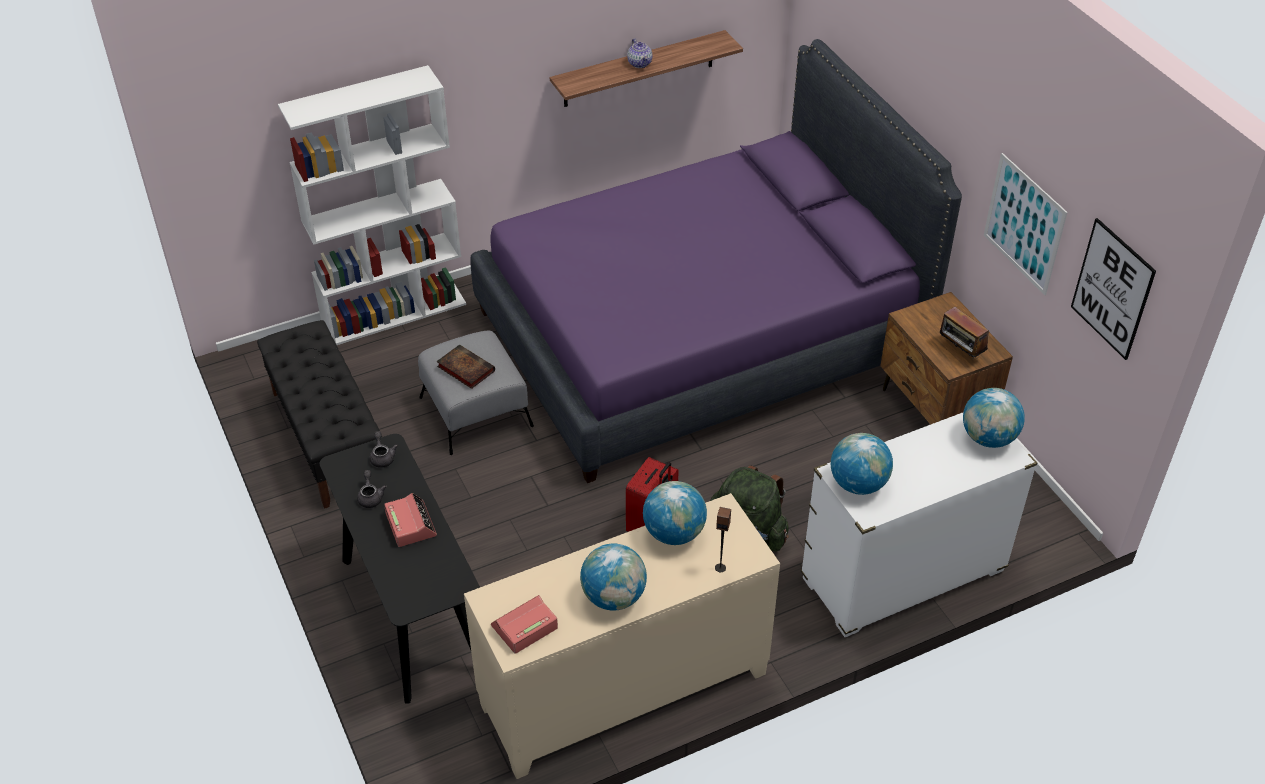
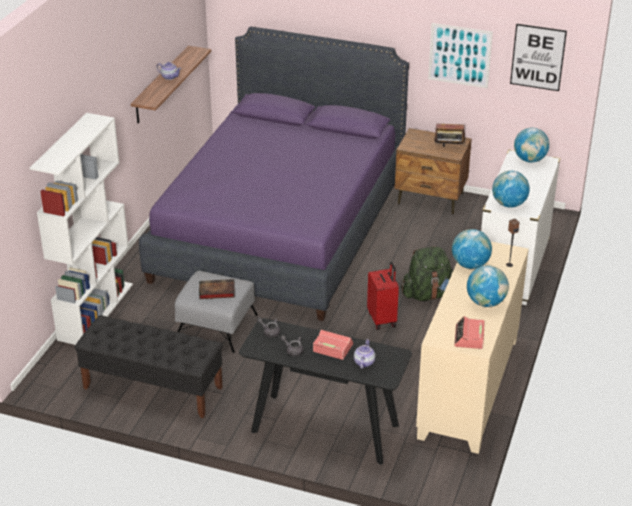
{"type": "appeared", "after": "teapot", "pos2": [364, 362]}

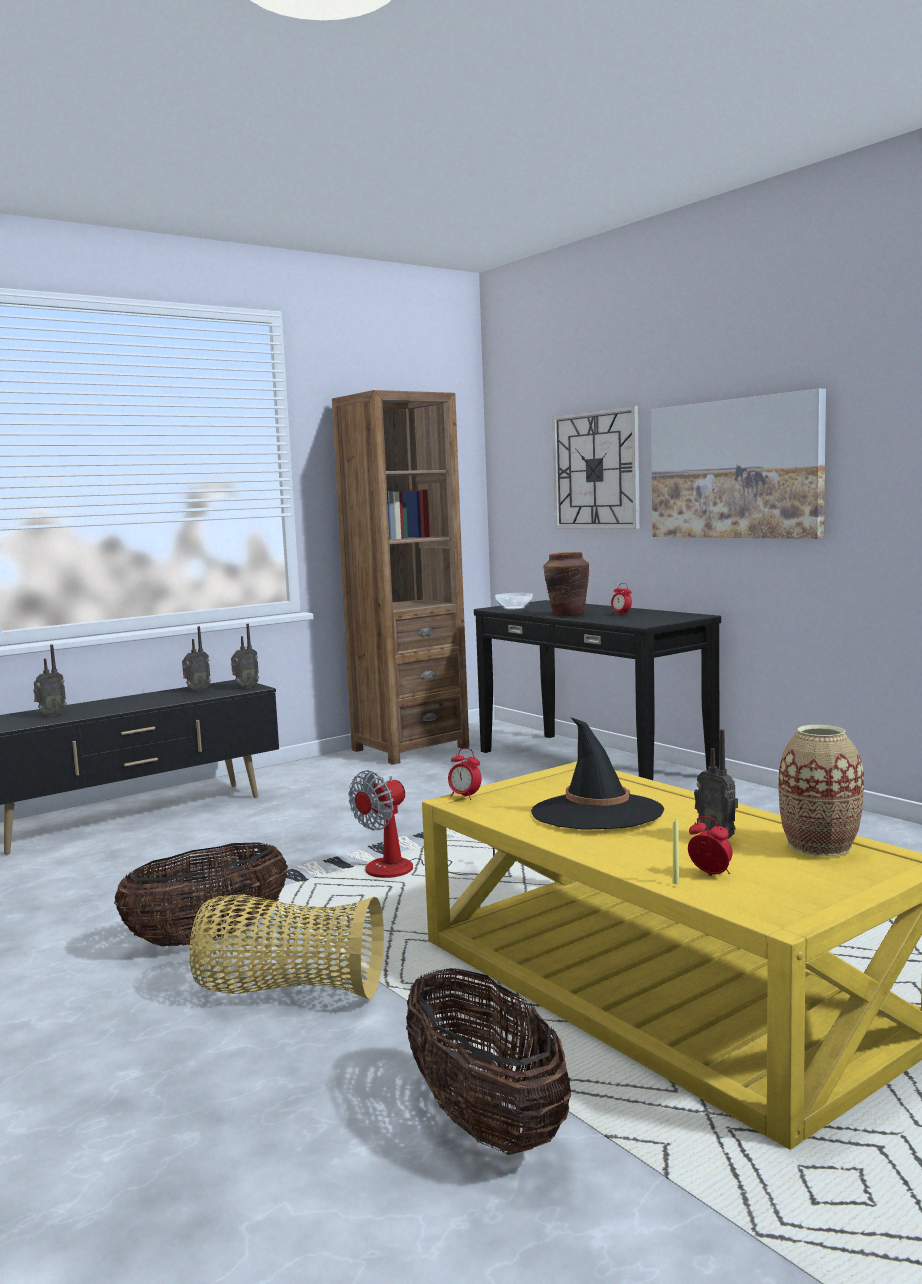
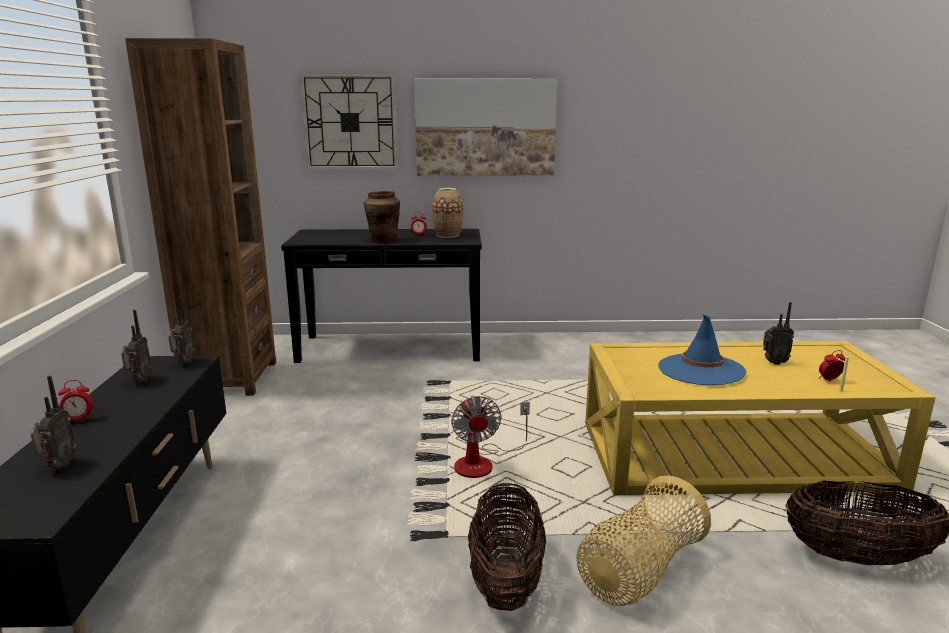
{"type": "relocated", "before": "alarm_clock", "pos1": [464, 797], "pos2": [79, 420]}
{"type": "missing", "before": "deep_dish", "pos1": [514, 608]}
{"type": "colour", "before": "black-coloured_clothing_hat", "after": "bluish_clothing_hat", "pos1": [596, 812], "pos2": [700, 370]}
{"type": "relocated", "before": "vase", "pos1": [819, 845], "pos2": [447, 235]}

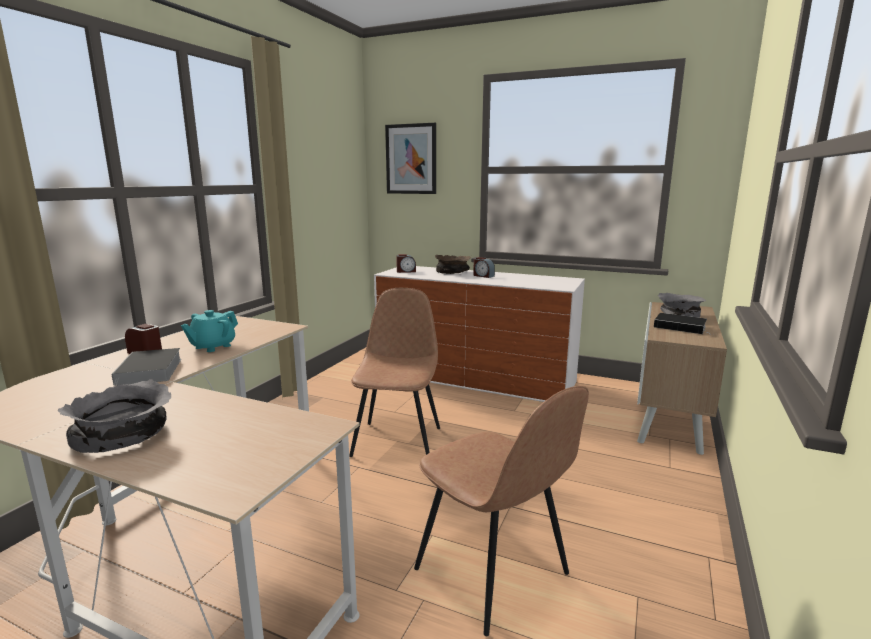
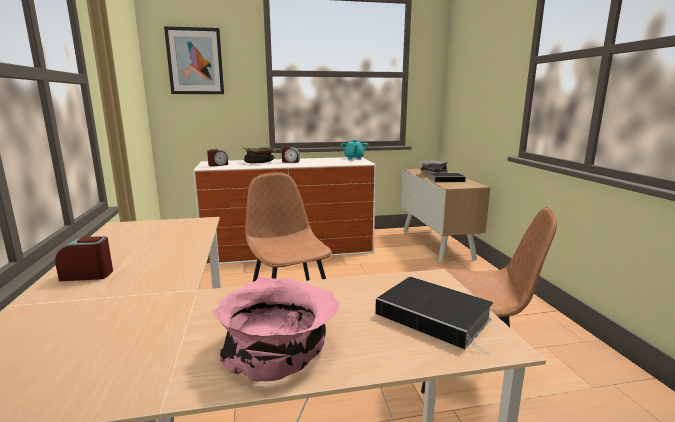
{"type": "colour", "before": "gray_deep_dish", "after": "pink_deep_dish", "pos1": [125, 435], "pos2": [279, 347]}
{"type": "relocated", "before": "volume", "pos1": [150, 372], "pos2": [436, 317]}
{"type": "relocated", "before": "turquoise_teapot", "pos1": [212, 346], "pos2": [354, 158]}

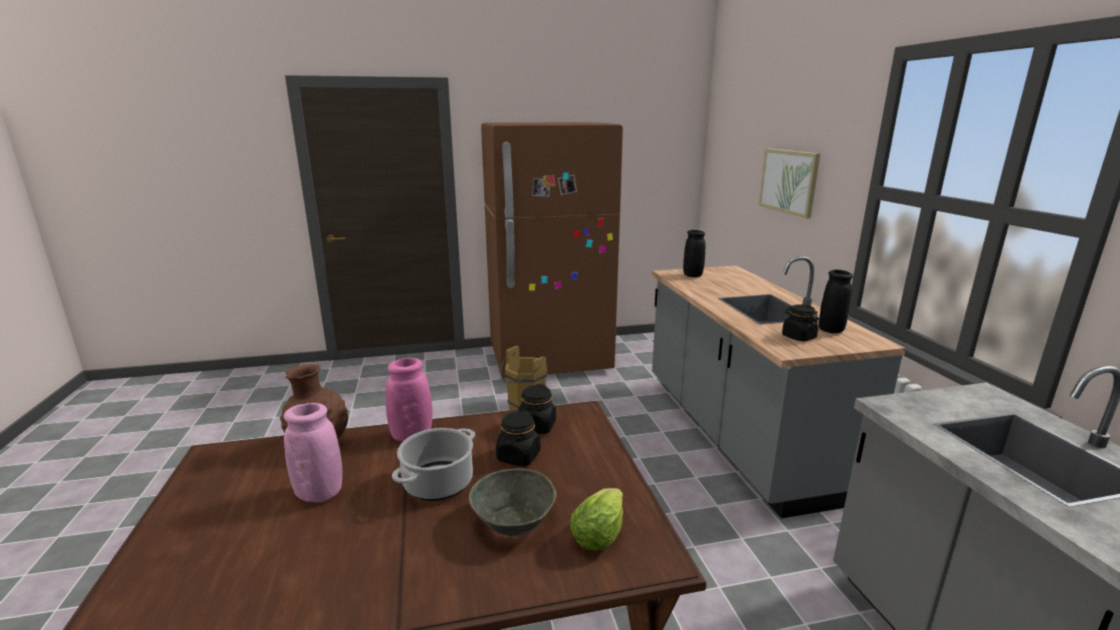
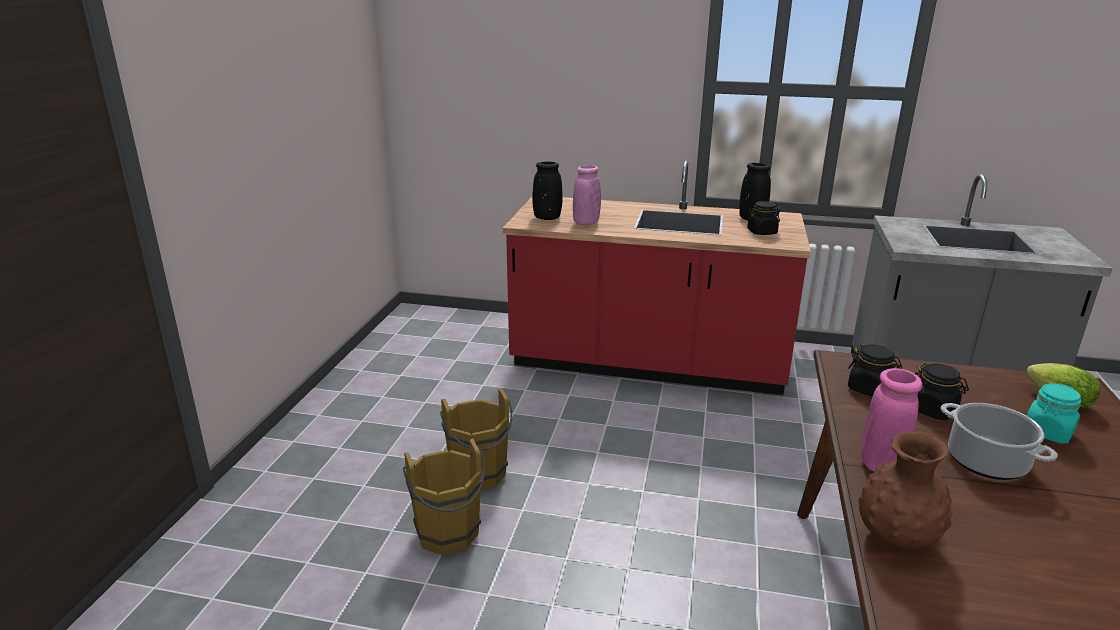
{"type": "relocated", "before": "pink_vase", "pos1": [319, 493], "pos2": [586, 223]}
{"type": "exchanged", "before": "gray_deep_dish", "after": "turquoise_jar", "pos1": [515, 522], "pos2": [1047, 432]}
{"type": "missing", "before": "brownish_fridge", "pos1": [550, 360]}
{"type": "colour", "before": "gray_counter", "after": "red-coloured_counter", "pos1": [737, 434], "pos2": [647, 363]}
{"type": "missing", "before": "wall_picture", "pos1": [789, 181]}
{"type": "appeared", "after": "brownish_water_bucket", "pos2": [449, 537]}

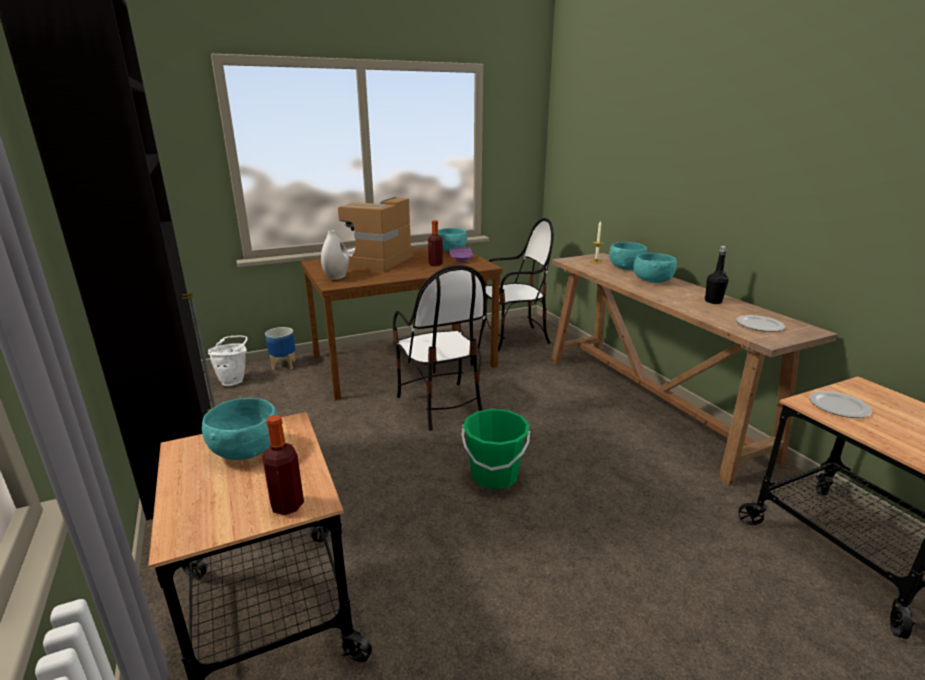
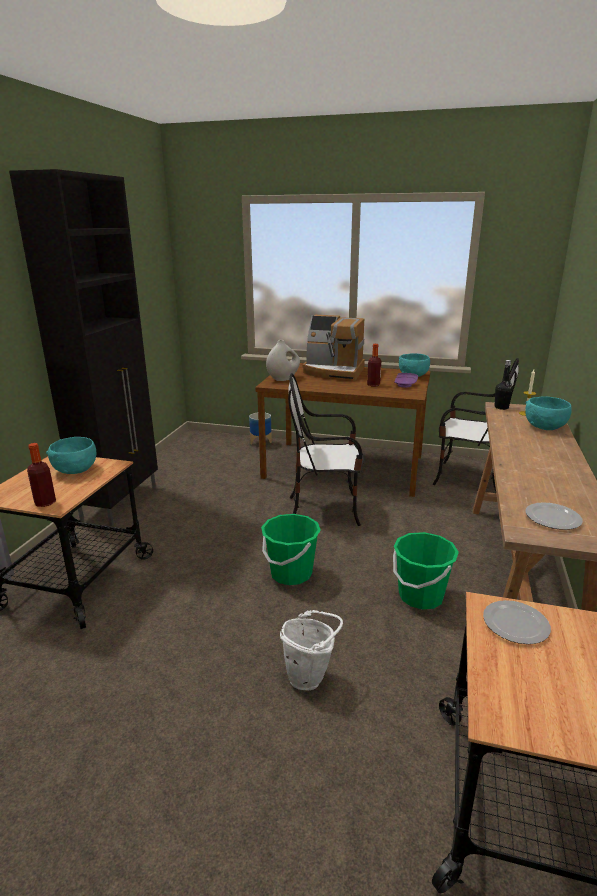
{"type": "relocated", "before": "white-coloured_water_bucket", "pos1": [234, 380], "pos2": [310, 677]}
{"type": "spun", "before": "coffee_maker", "pos1": [374, 260], "pos2": [334, 372], "turn": -135}
{"type": "spun", "before": "plain_chair", "pos1": [440, 405], "pos2": [325, 509], "turn": 75}
{"type": "missing", "before": "turquoise_deep_dish", "pos1": [652, 281]}
{"type": "relocated", "before": "black-coloured_beverage_bottle", "pos1": [713, 301], "pos2": [501, 407]}
{"type": "appeared", "after": "greenish_water_bucket", "pos2": [420, 596]}

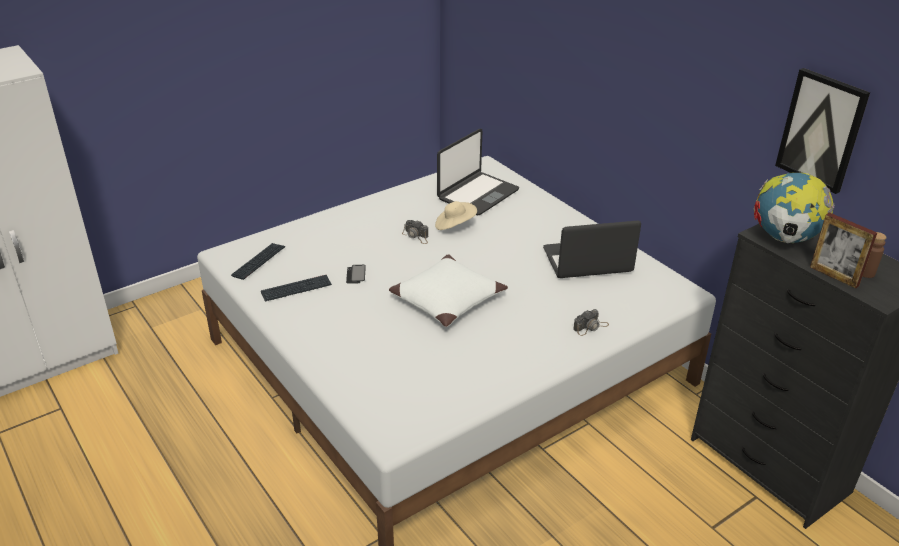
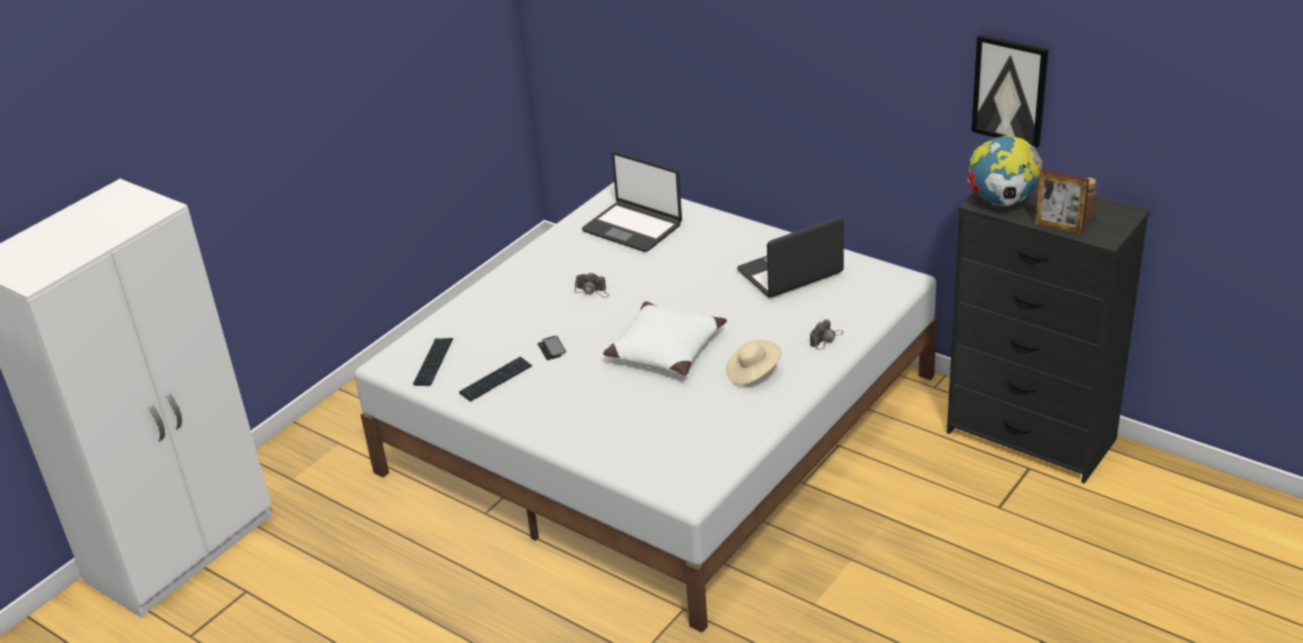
{"type": "relocated", "before": "beige_clothing_hat", "pos1": [454, 225], "pos2": [753, 373]}
{"type": "spun", "before": "laptop", "pos1": [477, 194], "pos2": [633, 227], "turn": 105}

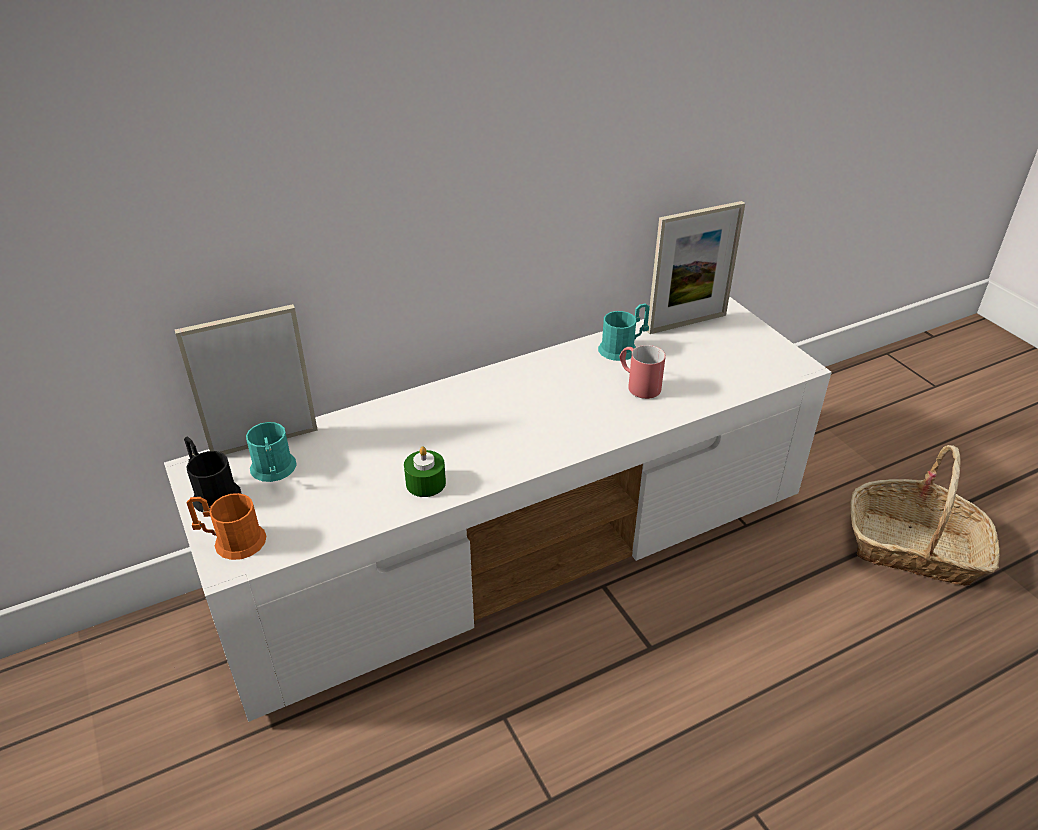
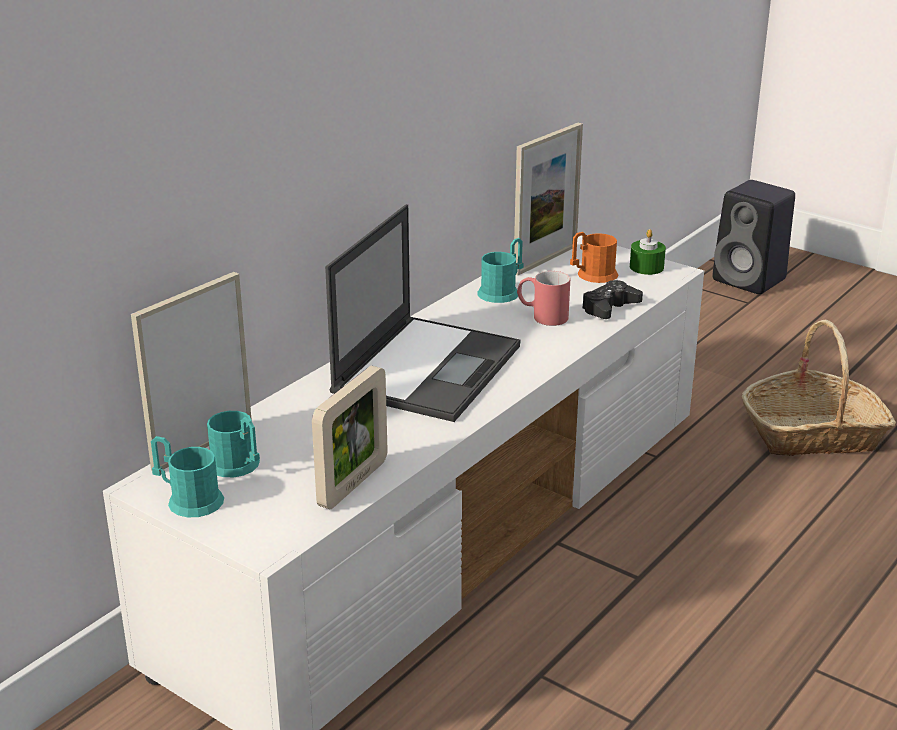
{"type": "colour", "before": "black-coloured_coffee_mug", "after": "turquoise_coffee_mug", "pos1": [212, 492], "pos2": [188, 499]}
{"type": "relocated", "before": "orange-coloured_coffee_mug", "pos1": [232, 541], "pos2": [592, 275]}
{"type": "relocated", "before": "greenish_wax_candle", "pos1": [425, 483], "pos2": [646, 267]}
{"type": "appeared", "after": "photo_frame", "pos2": [353, 483]}
{"type": "appeared", "after": "laptop", "pos2": [428, 367]}
{"type": "appeared", "after": "black-coloured_game_controller", "pos2": [609, 307]}
{"type": "appeared", "after": "black-coloured_audio_speaker", "pos2": [751, 280]}

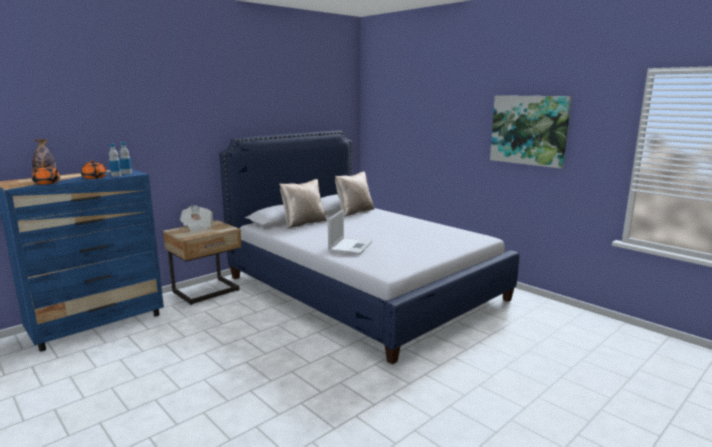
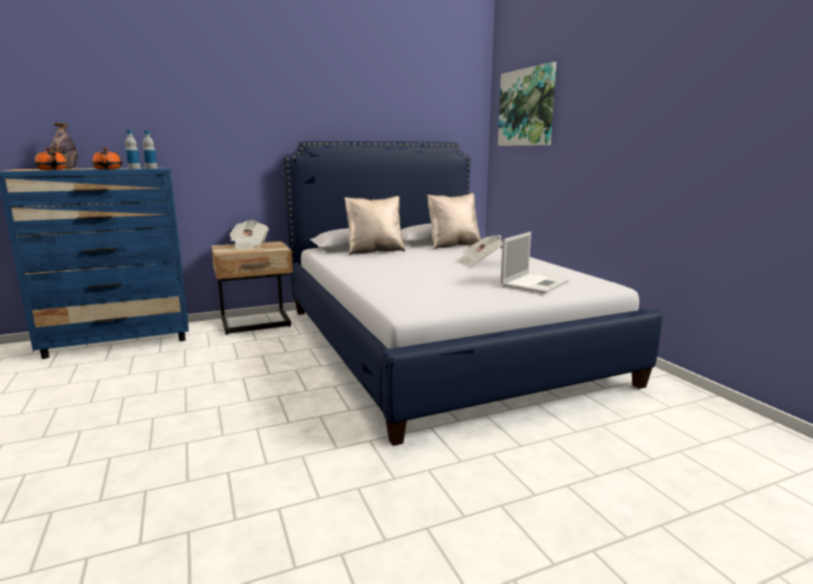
{"type": "relocated", "before": "laptop", "pos1": [350, 246], "pos2": [535, 283]}
{"type": "relocated", "before": "wall_picture", "pos1": [529, 130], "pos2": [526, 107]}
{"type": "appeared", "after": "newspaper", "pos2": [478, 262]}

